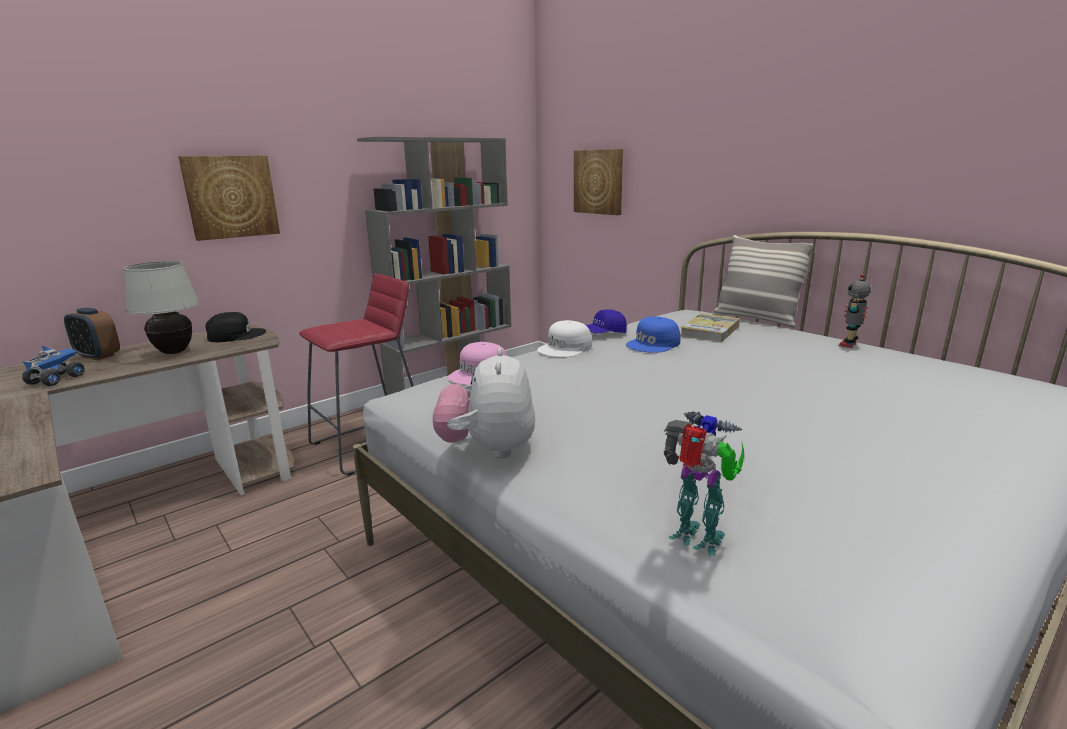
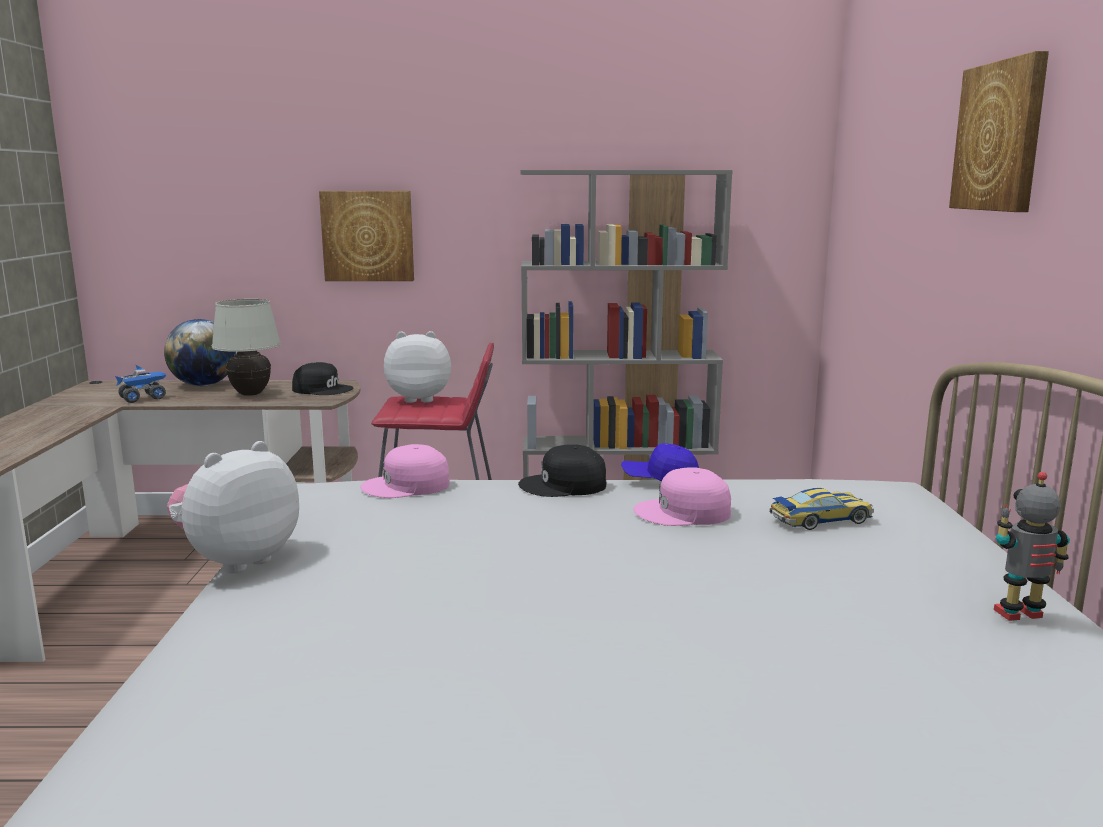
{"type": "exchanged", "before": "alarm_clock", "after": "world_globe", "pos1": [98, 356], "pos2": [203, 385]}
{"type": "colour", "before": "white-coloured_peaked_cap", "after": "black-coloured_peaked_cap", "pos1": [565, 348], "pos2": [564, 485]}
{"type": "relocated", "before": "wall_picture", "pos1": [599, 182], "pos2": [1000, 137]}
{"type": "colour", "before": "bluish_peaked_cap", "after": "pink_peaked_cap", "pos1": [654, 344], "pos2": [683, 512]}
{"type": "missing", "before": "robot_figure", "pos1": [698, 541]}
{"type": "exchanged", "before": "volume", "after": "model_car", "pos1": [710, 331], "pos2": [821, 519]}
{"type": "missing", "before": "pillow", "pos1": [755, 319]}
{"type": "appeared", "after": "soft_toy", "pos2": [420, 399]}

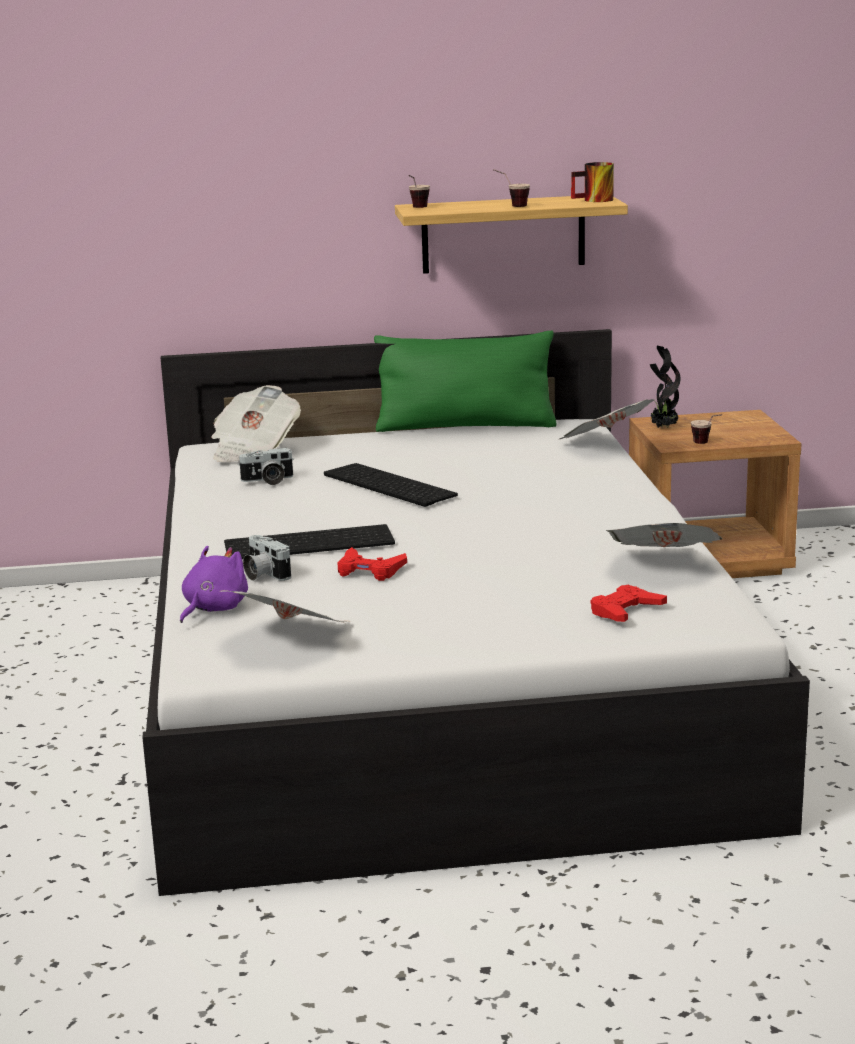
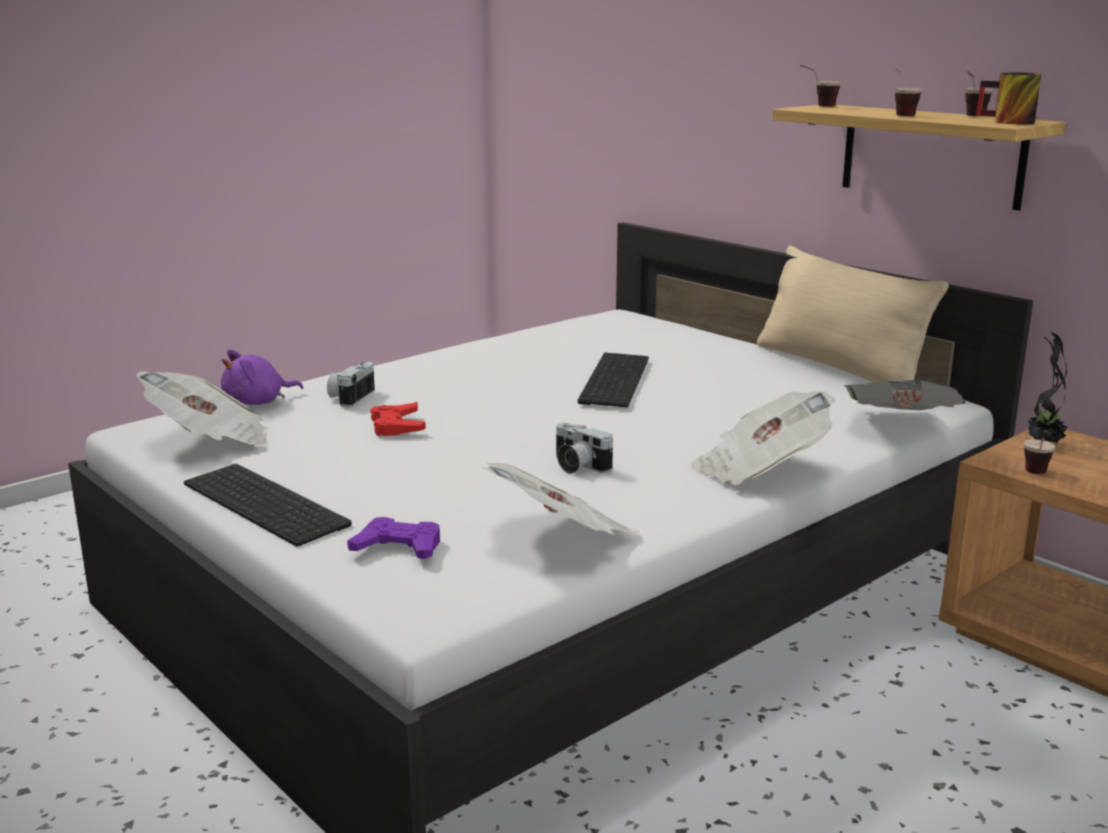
{"type": "spun", "before": "purple_soft_toy", "pos1": [213, 608], "pos2": [258, 402], "turn": 150}
{"type": "relocated", "before": "newspaper", "pos1": [253, 450], "pos2": [759, 471]}
{"type": "relocated", "before": "computer_keyboard", "pos1": [310, 542], "pos2": [269, 503]}
{"type": "relocated", "before": "still_camera", "pos1": [268, 480], "pos2": [577, 466]}
{"type": "colour", "before": "greenish_pillow", "after": "beige_pillow", "pos1": [465, 426], "pos2": [838, 367]}
{"type": "colour", "before": "red-coloured_game_controller", "after": "purple_game_controller", "pos1": [625, 611], "pos2": [398, 547]}
{"type": "appeared", "after": "drinking_cup", "pos2": [971, 117]}

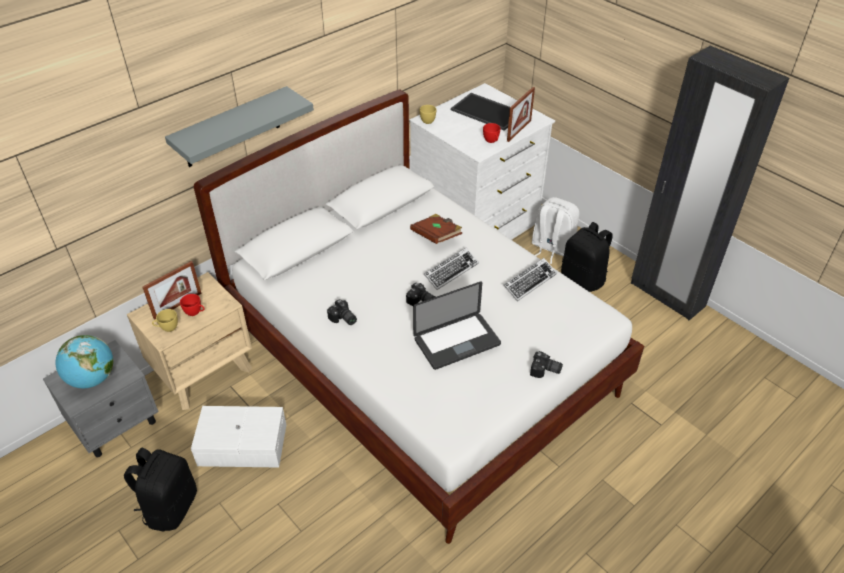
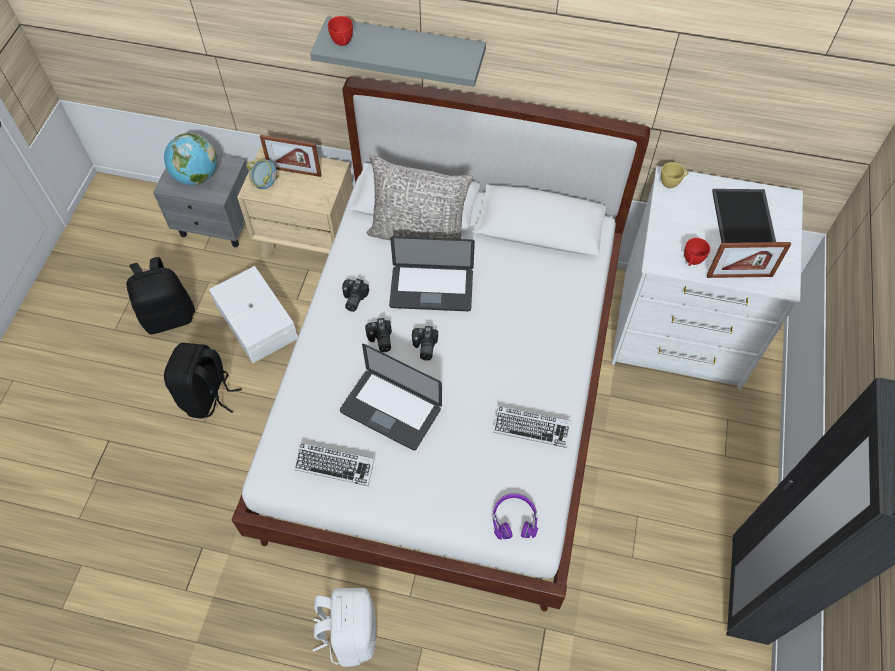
{"type": "exchanged", "before": "yellowish_drinking_cup", "after": "deep_dish", "pos1": [167, 328], "pos2": [265, 183]}
{"type": "relocated", "before": "red-coloured_drinking_cup", "pos1": [195, 312], "pos2": [343, 43]}
{"type": "missing", "before": "brownish_volume", "pos1": [436, 236]}
{"type": "relocated", "before": "computer_keyboard", "pos1": [451, 271], "pos2": [335, 465]}
{"type": "relocated", "before": "still_camera", "pos1": [545, 371], "pos2": [380, 340]}
{"type": "relocated", "before": "white-coloured_backpack", "pos1": [551, 248], "pos2": [350, 633]}
{"type": "relocated", "before": "black-coloured_backpack", "pos1": [583, 279], "pos2": [207, 396]}
{"type": "appeared", "after": "gray_pillow", "pos2": [419, 234]}
{"type": "appeared", "after": "laptop", "pos2": [431, 289]}
{"type": "appeared", "after": "purple_headphones", "pos2": [514, 518]}

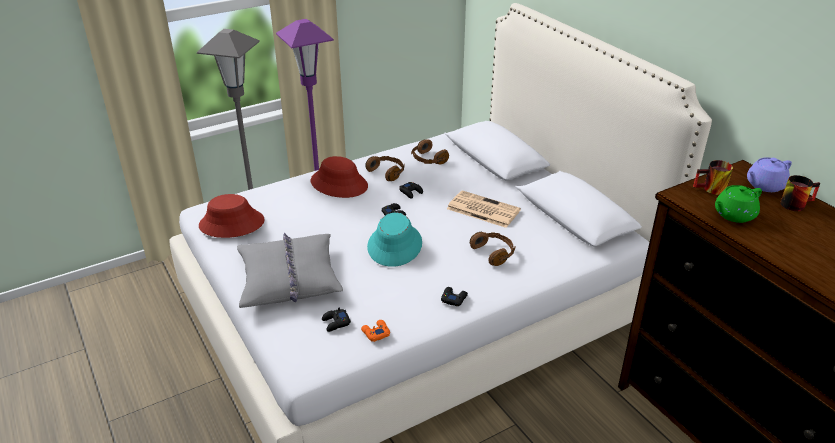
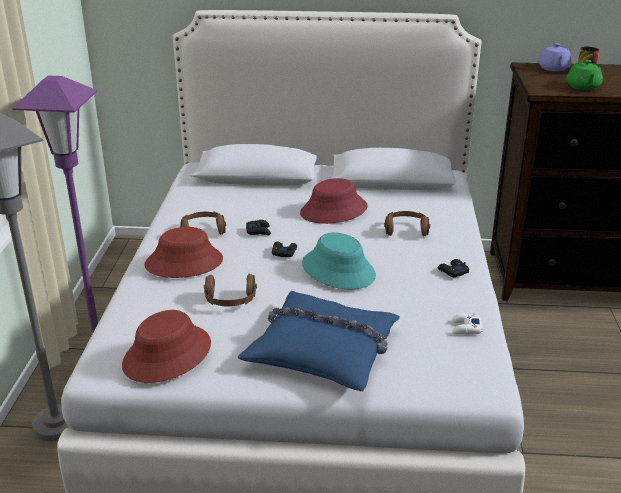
{"type": "colour", "before": "gray_pillow", "after": "bluish_pillow", "pos1": [289, 279], "pos2": [323, 350]}
{"type": "missing", "before": "black-coloured_game_controller", "pos1": [336, 323]}
{"type": "colour", "before": "orange-coloured_game_controller", "after": "white-coloured_game_controller", "pos1": [375, 333], "pos2": [466, 328]}
{"type": "relocated", "before": "brownish_headphones", "pos1": [428, 159], "pos2": [230, 300]}
{"type": "exchanged", "before": "newspaper", "after": "red-coloured_clothing_hat", "pos1": [482, 209], "pos2": [334, 210]}
{"type": "missing", "before": "coffee_mug", "pos1": [711, 190]}

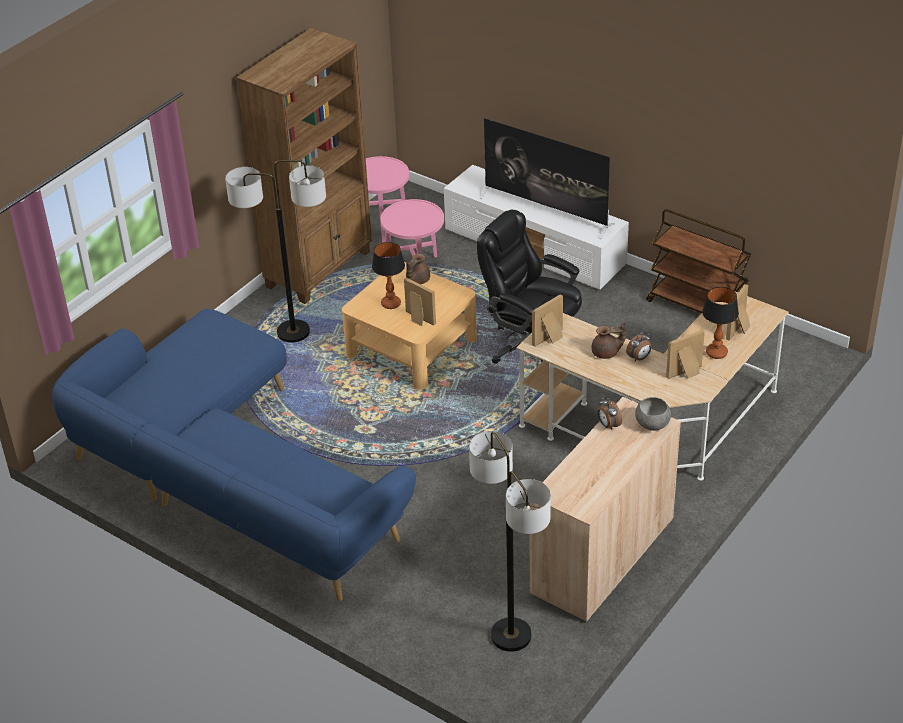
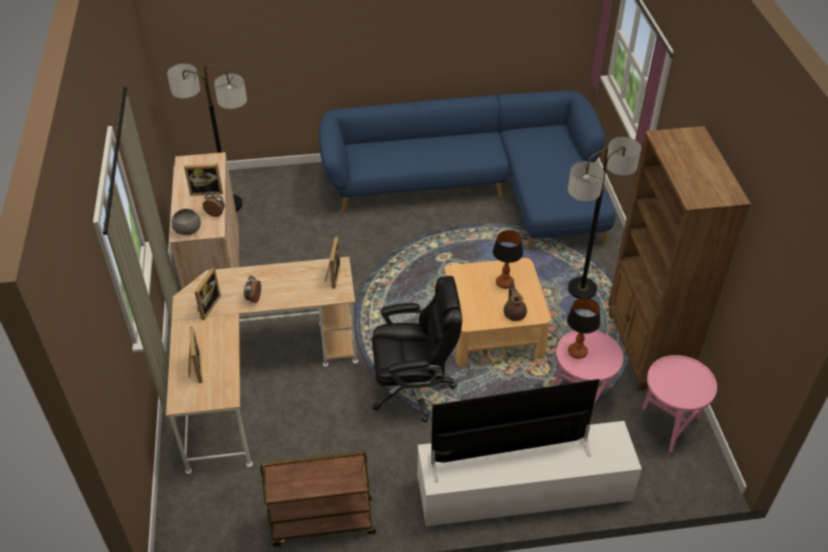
{"type": "relocated", "before": "photo_frame", "pos1": [418, 319], "pos2": [207, 191]}
{"type": "missing", "before": "brownish_teapot", "pos1": [606, 353]}
{"type": "relocated", "before": "lamp_for_a_table", "pos1": [716, 352], "pos2": [577, 352]}

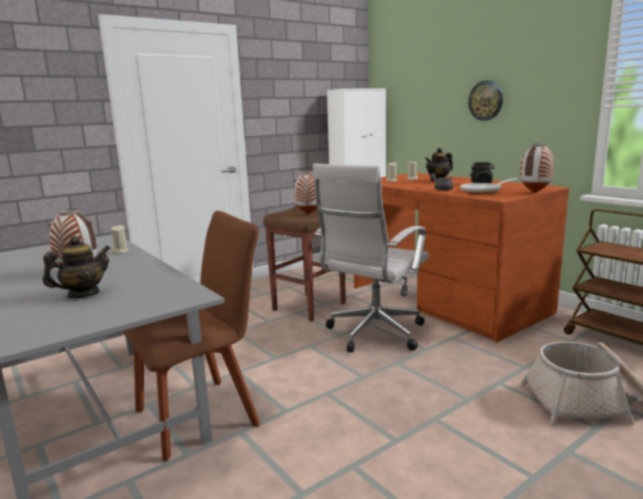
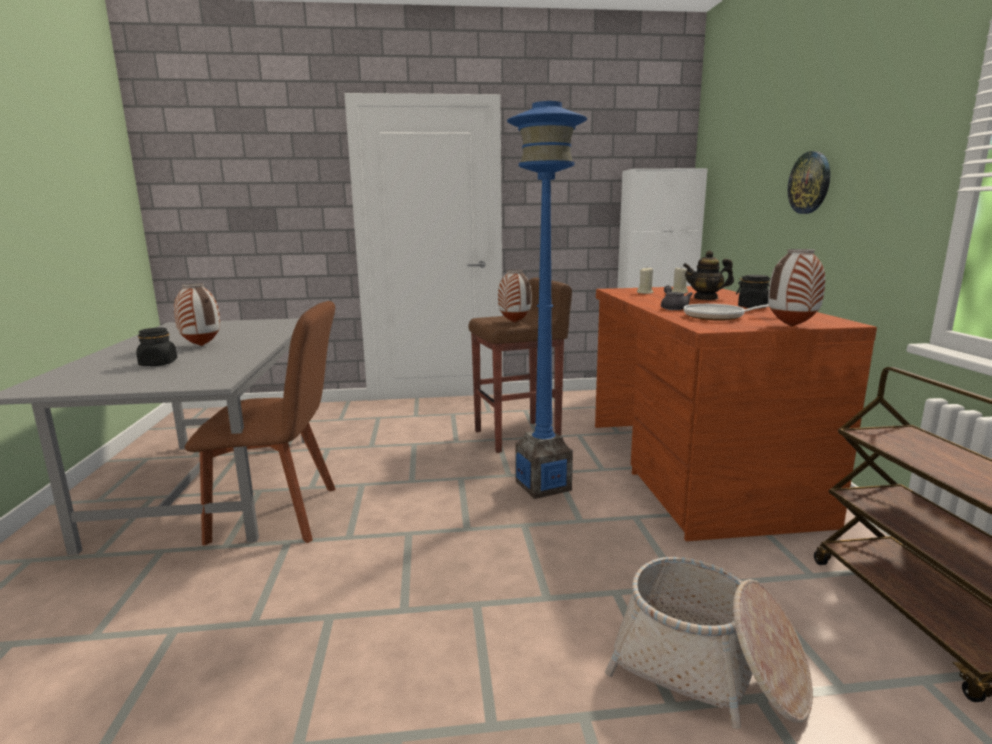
{"type": "exchanged", "before": "teapot", "after": "black-coloured_jar", "pos1": [83, 294], "pos2": [158, 364]}
{"type": "missing", "before": "beige_wax_candle", "pos1": [120, 251]}
{"type": "exchanged", "before": "white-coloured_desk_chair", "after": "bluish_standing_lamp", "pos1": [373, 334], "pos2": [542, 485]}

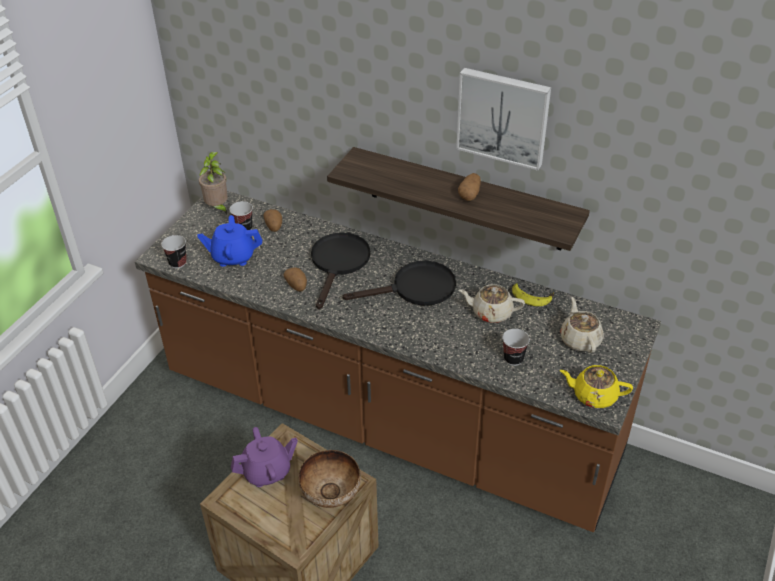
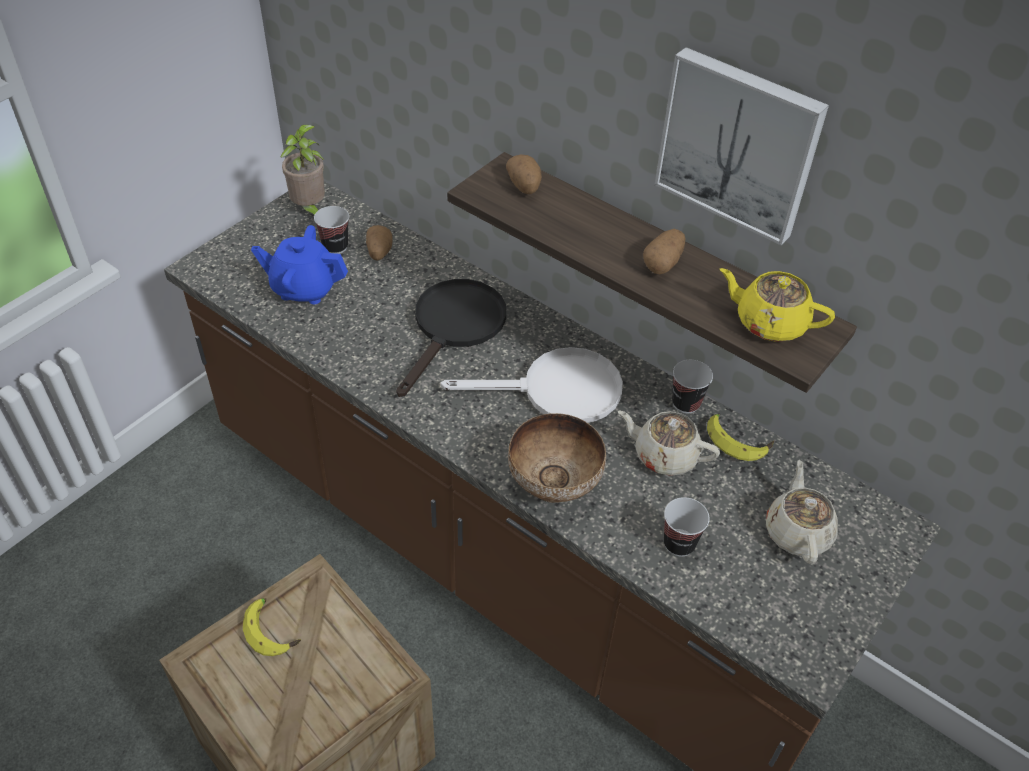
{"type": "relocated", "before": "drinking_cup", "pos1": [178, 263], "pos2": [686, 403]}
{"type": "exchanged", "before": "purple_teapot", "after": "whole_banana", "pos1": [267, 472], "pos2": [273, 630]}
{"type": "relocated", "before": "whole_potato", "pos1": [297, 286], "pos2": [524, 186]}
{"type": "relocated", "before": "deep_dish", "pos1": [332, 496], "pos2": [555, 486]}
{"type": "colour", "before": "black-coloured_frying_pan", "after": "white-coloured_frying_pan", "pos1": [415, 289], "pos2": [557, 391]}
{"type": "relocated", "before": "yellowish_teapot", "pos1": [593, 395], "pos2": [769, 322]}

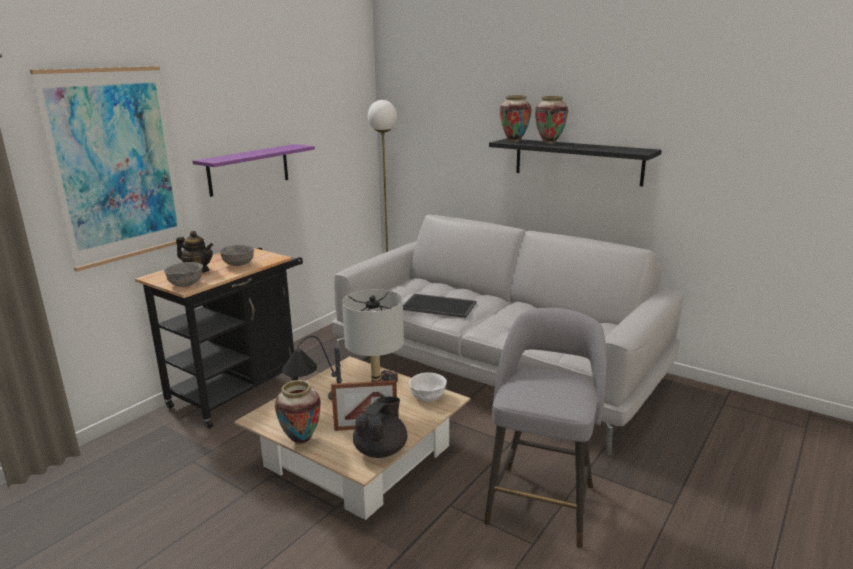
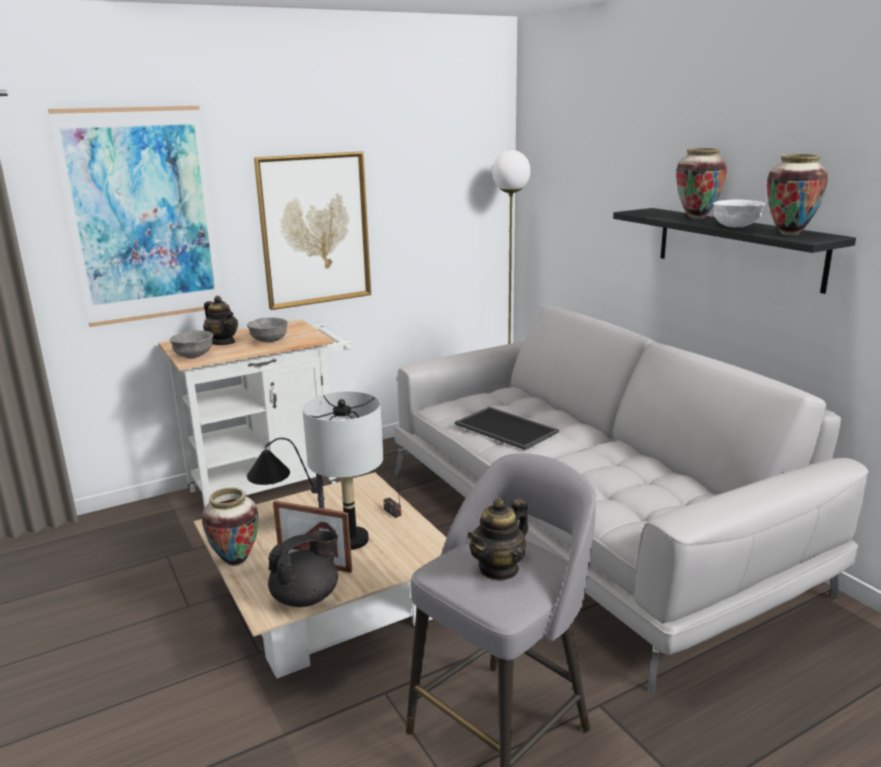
{"type": "colour", "before": "black-coloured_trolley", "after": "white-coloured_trolley", "pos1": [240, 389], "pos2": [272, 487]}
{"type": "exchanged", "before": "purple_wall_shelf", "after": "wall_picture", "pos1": [249, 169], "pos2": [315, 230]}
{"type": "relocated", "before": "white-coloured_deep_dish", "pos1": [428, 397], "pos2": [736, 226]}
{"type": "relocated", "before": "vase", "pos1": [514, 141], "pos2": [789, 233]}
{"type": "appeared", "after": "teapot", "pos2": [499, 569]}

